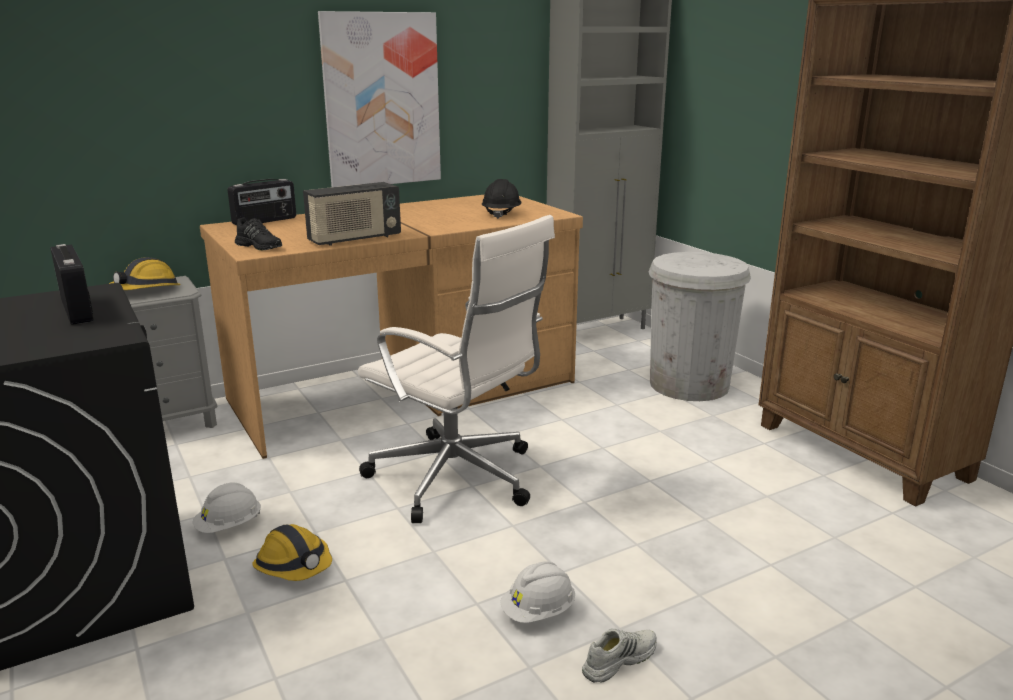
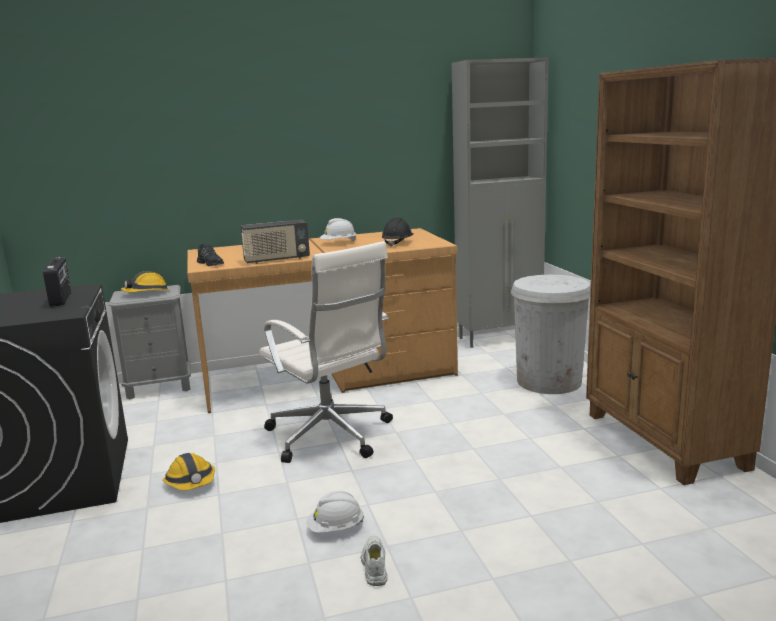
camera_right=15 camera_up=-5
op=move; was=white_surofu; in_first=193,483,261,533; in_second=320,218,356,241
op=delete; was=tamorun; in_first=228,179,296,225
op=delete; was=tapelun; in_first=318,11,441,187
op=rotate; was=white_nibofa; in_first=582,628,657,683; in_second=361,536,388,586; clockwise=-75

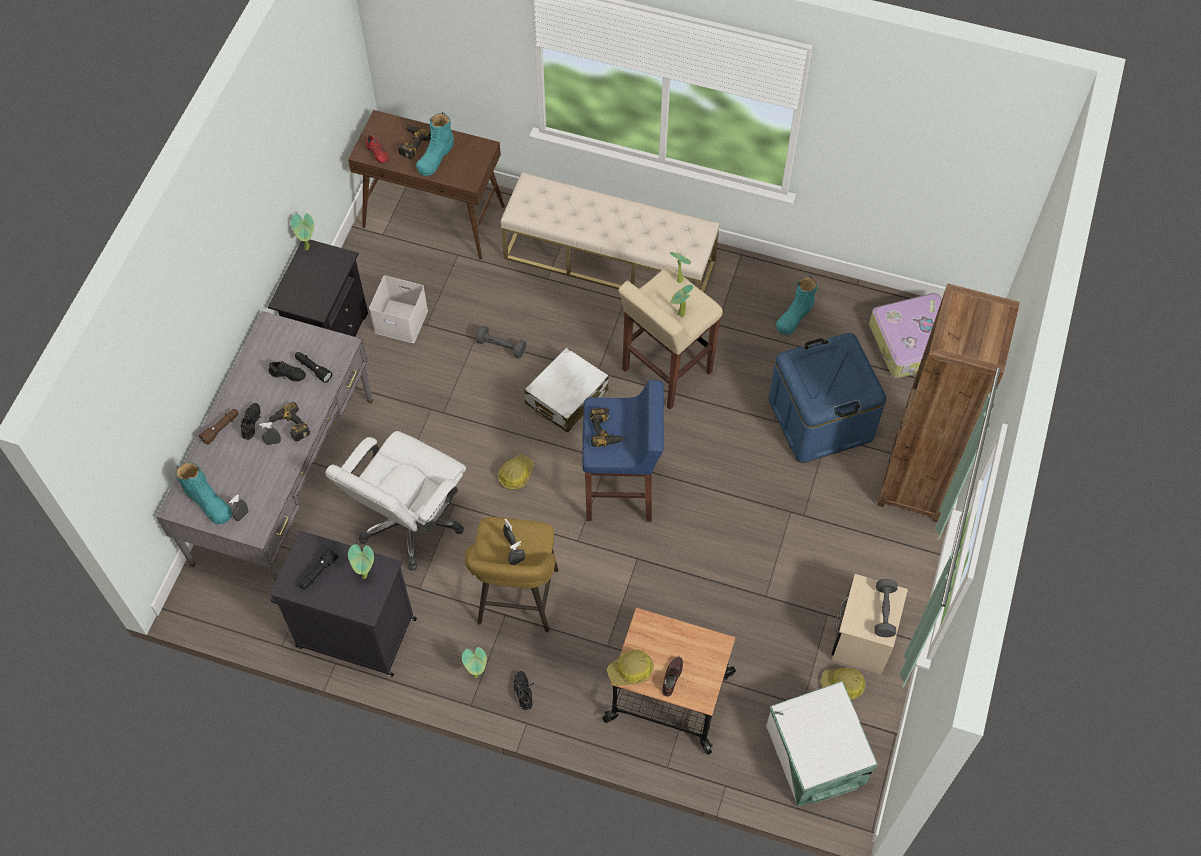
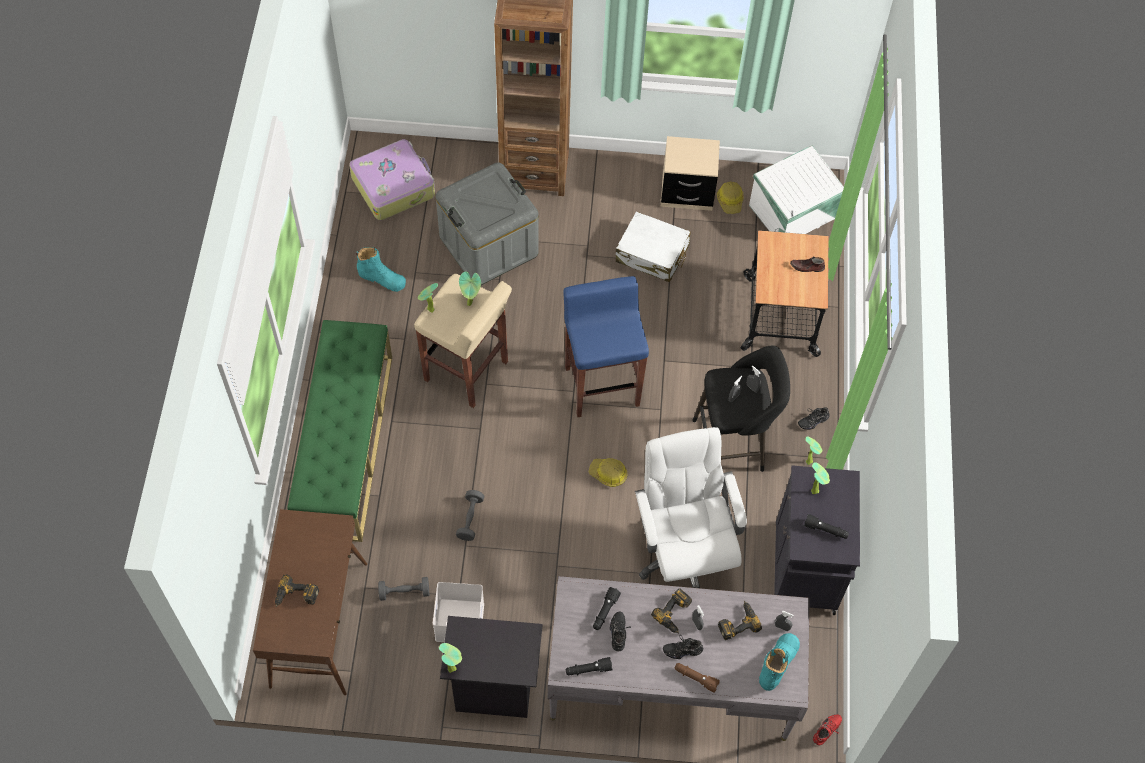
camera_right=-105 camera_up=0
op=rotate; was=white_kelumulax; in_first=325,431,466,571; in_second=635,427,747,588; clockwise=-120
op=move; was=red_nibofa; in_first=366,134,389,164; in_second=813,714,842,745
op=delete; was=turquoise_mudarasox; in_first=416,112,454,176
op=recolor; was=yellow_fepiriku; now=black_fepiriku; in_first=465,517,558,632; in_second=692,346,790,472
op=recolor; was=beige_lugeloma; now=green_lugeloma; in_first=501,172,719,292; in_second=287,320,392,542
op=move; was=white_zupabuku; in_first=525,348,609,433; in_second=616,212,691,282
op=move; was=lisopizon; in_first=590,407,625,447; in_second=718,601,762,640
op=delete; was=surofu; in_first=607,649,654,686
op=recolor; was=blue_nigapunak; now=grey_nigapunak; in_first=768,333,886,463; in_second=436,162,538,285
op=move; was=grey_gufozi; in_first=874,579,898,637; in_second=378,577,429,601
op=insert; now=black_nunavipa; in_second=565,657,613,676

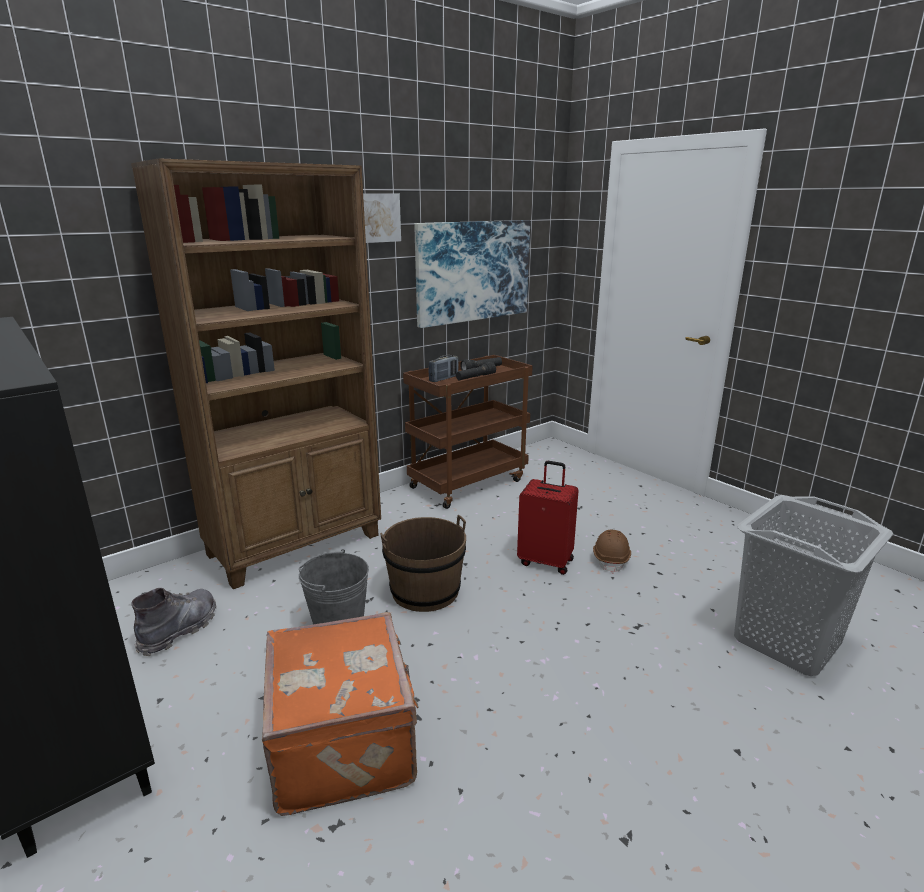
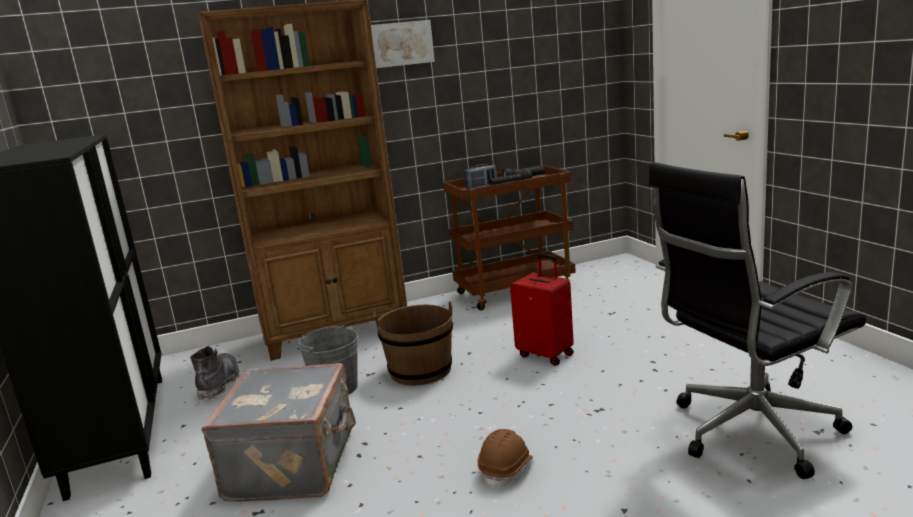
camera_right=20 camera_up=-5
op=rotate; was=grey_mudarasox; in_first=131,588,217,656; in_second=190,346,239,400; clockwise=-45
op=recolor; was=orange_zupabuku; now=grey_zupabuku; in_first=262,612,419,816; in_second=201,363,356,502
op=delete; was=tapelun; in_first=414,220,530,328
op=move; was=brown_surofu; in_first=593,530,631,574; in_second=477,429,533,489
op=replace; was=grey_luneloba; now=black_kelumulax; in_first=734,495,894,676; in_second=648,162,866,479

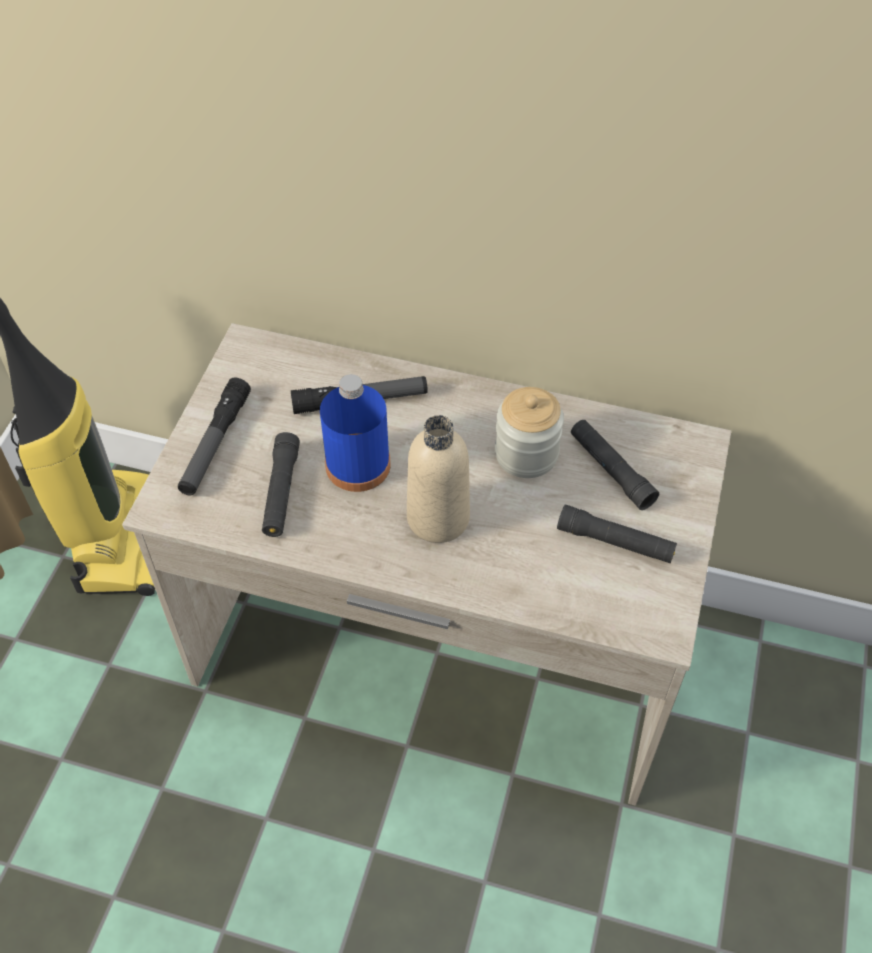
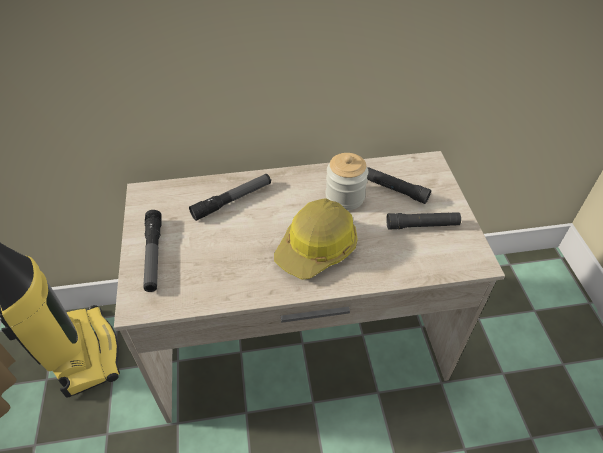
camera_right=-25 camera_up=-5
op=delete; was=black_nunavipa; in_first=262,432,300,537
op=delete; was=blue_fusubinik; in_first=320,374,391,492
op=replace; was=beige_fusubinik; now=surofu; in_first=407,415,470,543; in_second=274,198,357,280

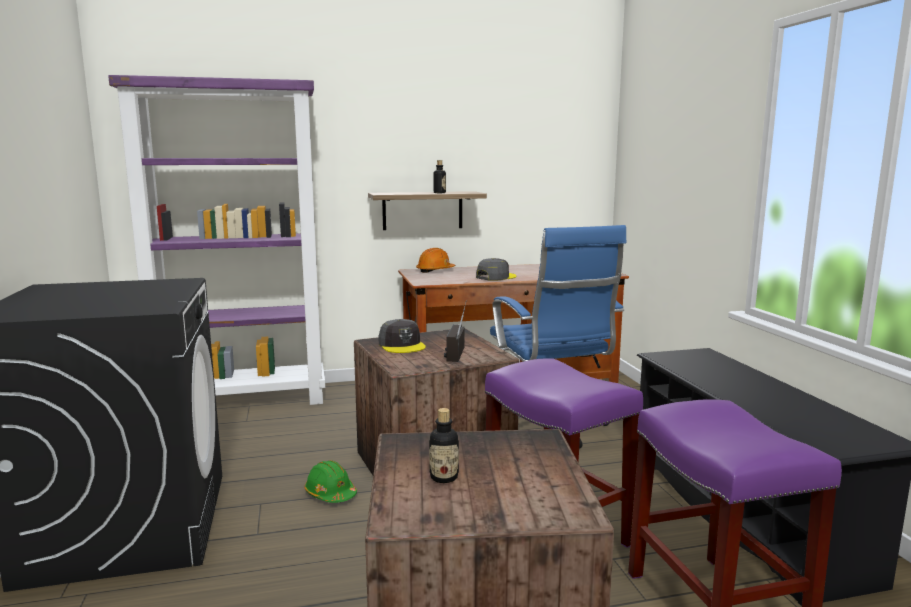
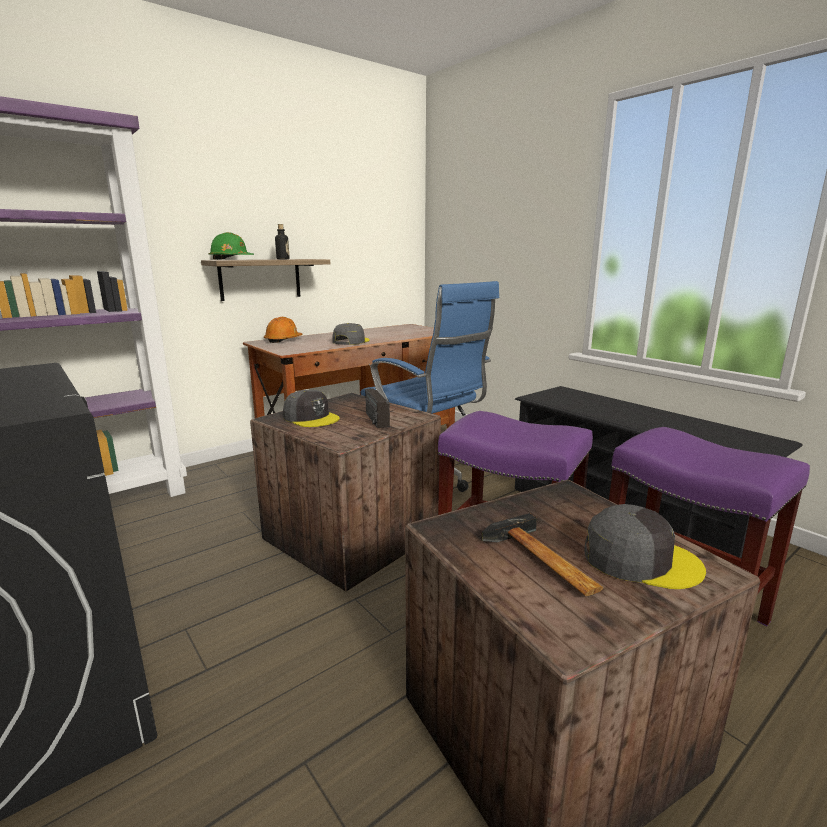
camera_right=-25 camera_up=5
op=move; was=green_surofu; in_first=304,460,357,503; in_second=208,232,254,260
op=replace; was=fusubinik; now=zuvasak; in_first=429,408,459,483; in_second=482,513,603,596
op=insert; now=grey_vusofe; in_second=584,504,706,589

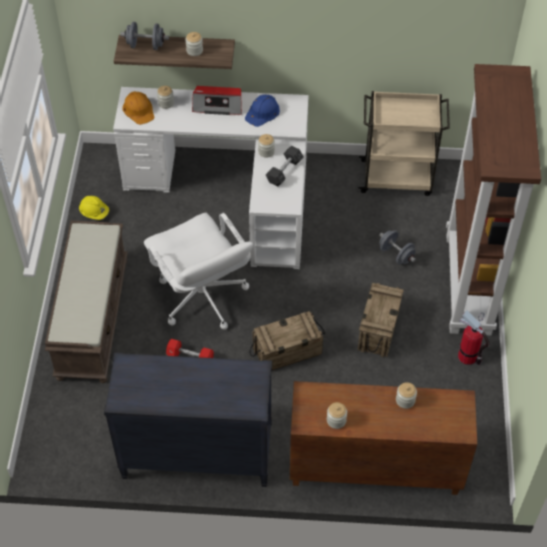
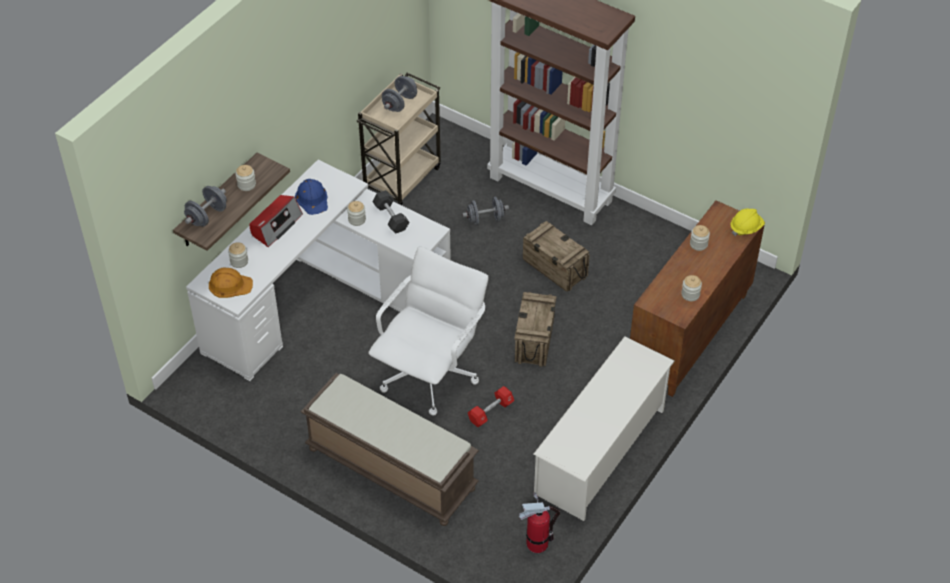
camera_right=-60 camera_up=-5
op=move; was=yellow_surofu; in_first=79,196,109,220; in_second=731,208,765,236
op=replace; was=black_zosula; now=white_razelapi; in_first=104,352,272,487; in_second=534,336,675,521
op=rotate; was=white_kelumulax; in_first=144,213,253,330; in_second=368,247,489,416; clockwise=-60
op=move; was=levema; in_first=458,310,490,365; in_second=519,493,560,553
op=insert; now=grey_gufozi; in_second=382,76,417,112

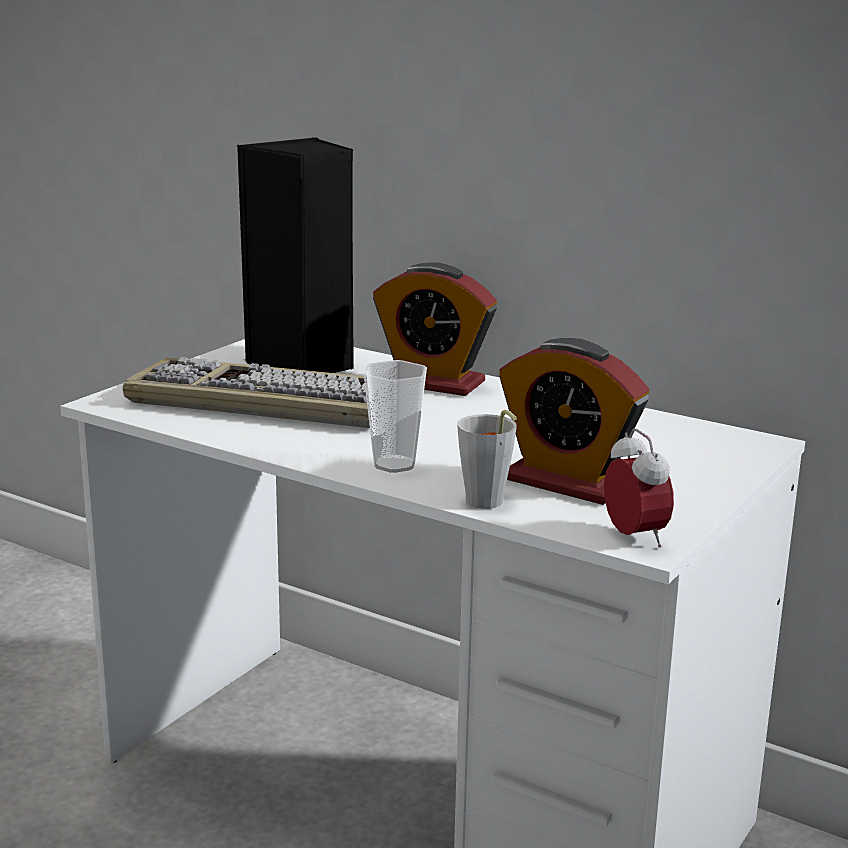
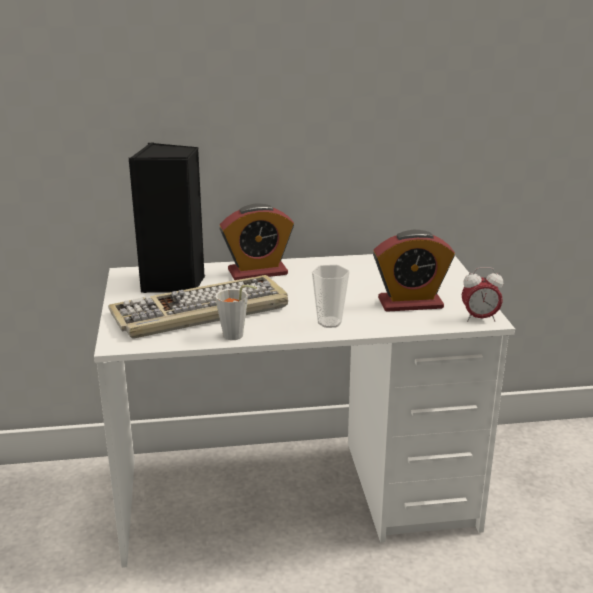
camera_right=-40 camera_up=5
op=move; was=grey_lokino; in_first=457,410,517,509; in_second=215,285,257,340
op=rotate; was=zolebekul; in_first=604,429,674,548; in_second=462,268,503,322; clockwise=150

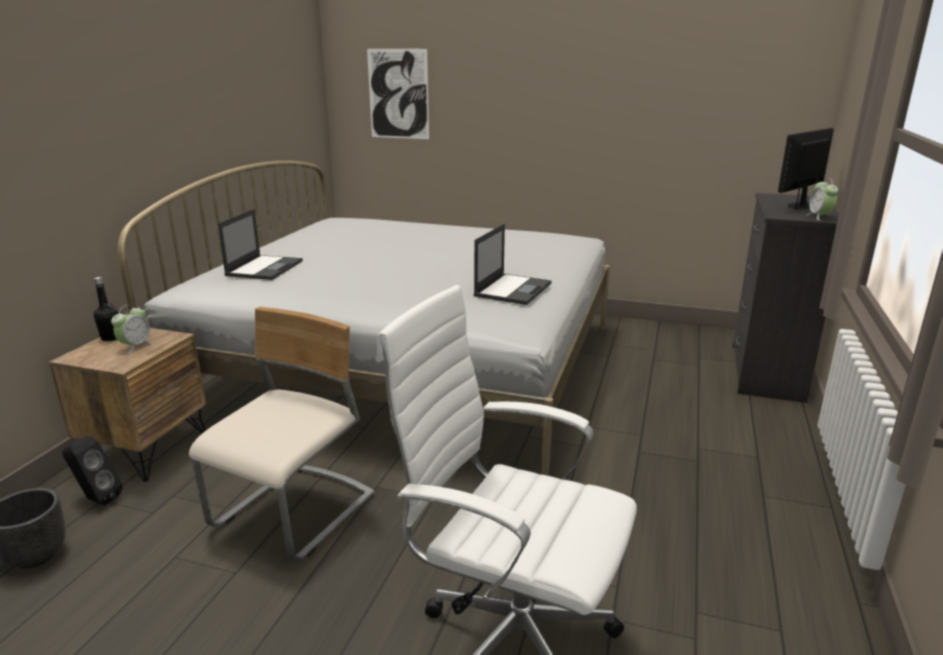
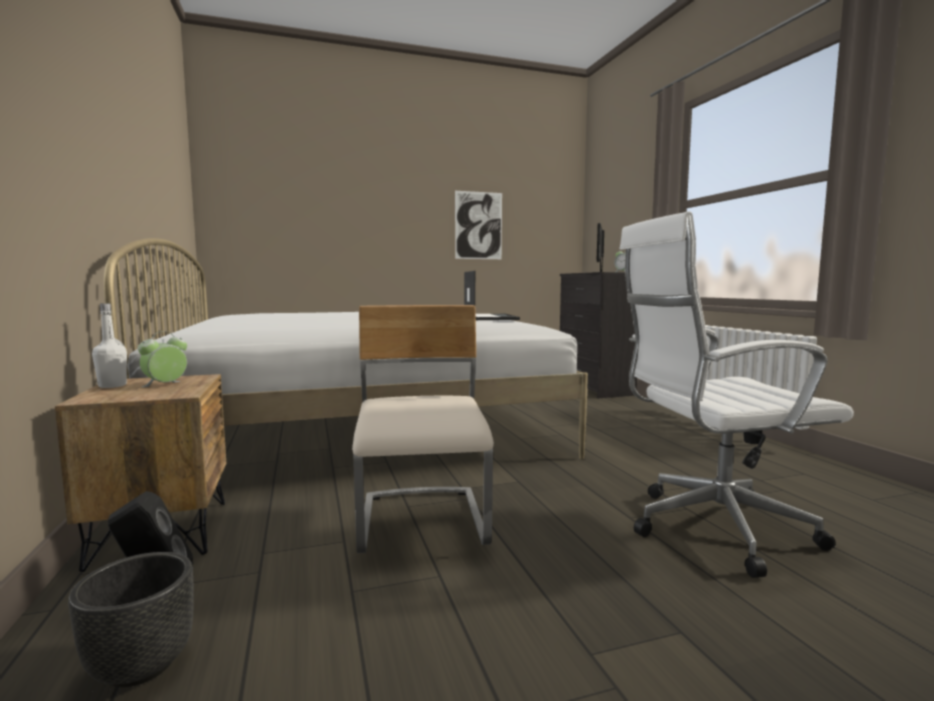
camera_right=-35 camera_up=-15
op=recolor; was=black_fusubinik; now=white_fusubinik; in_first=93,277,119,341; in_second=92,303,127,388
op=rotate; was=zolebekul; in_first=111,305,153,354; in_second=138,331,187,387; clockwise=-135
op=delete; was=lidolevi; in_first=218,209,303,280
op=move; was=tapelun; in_first=367,49,429,139; in_second=455,191,502,259

